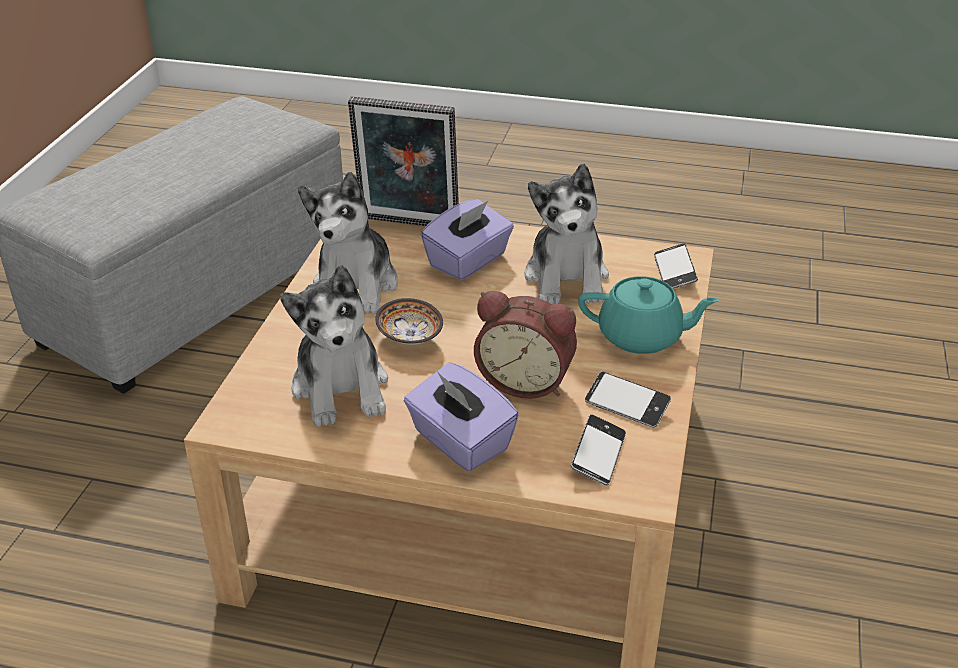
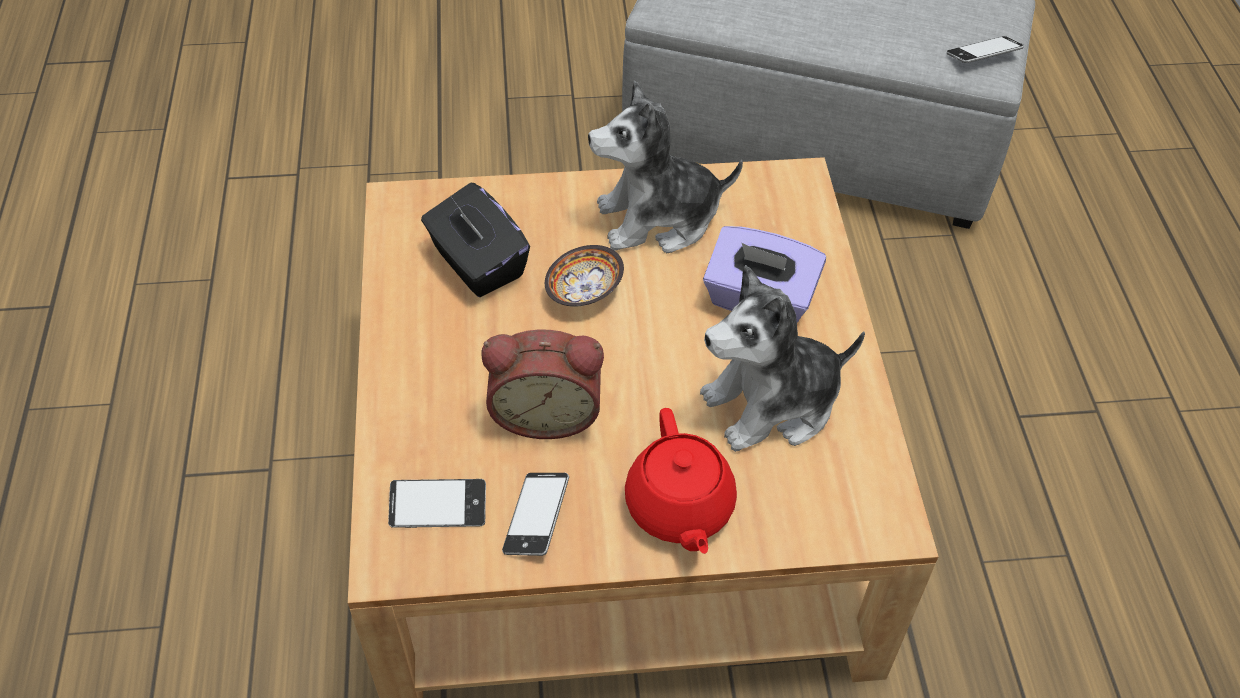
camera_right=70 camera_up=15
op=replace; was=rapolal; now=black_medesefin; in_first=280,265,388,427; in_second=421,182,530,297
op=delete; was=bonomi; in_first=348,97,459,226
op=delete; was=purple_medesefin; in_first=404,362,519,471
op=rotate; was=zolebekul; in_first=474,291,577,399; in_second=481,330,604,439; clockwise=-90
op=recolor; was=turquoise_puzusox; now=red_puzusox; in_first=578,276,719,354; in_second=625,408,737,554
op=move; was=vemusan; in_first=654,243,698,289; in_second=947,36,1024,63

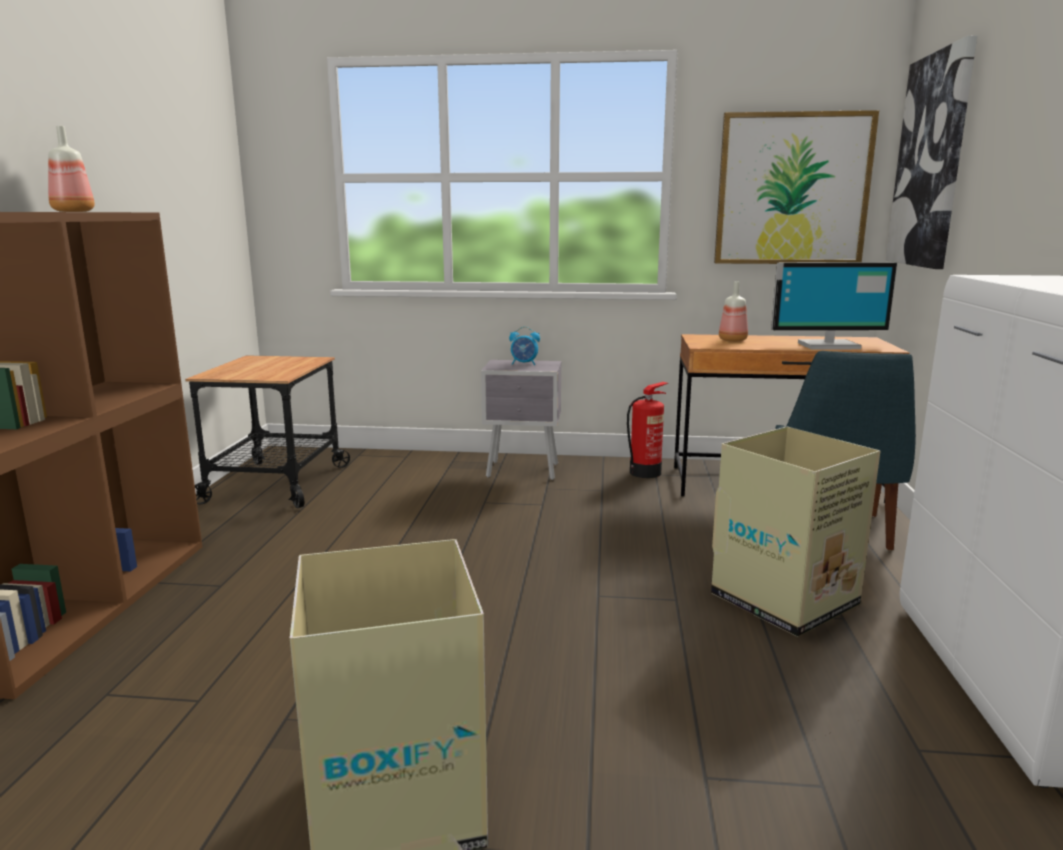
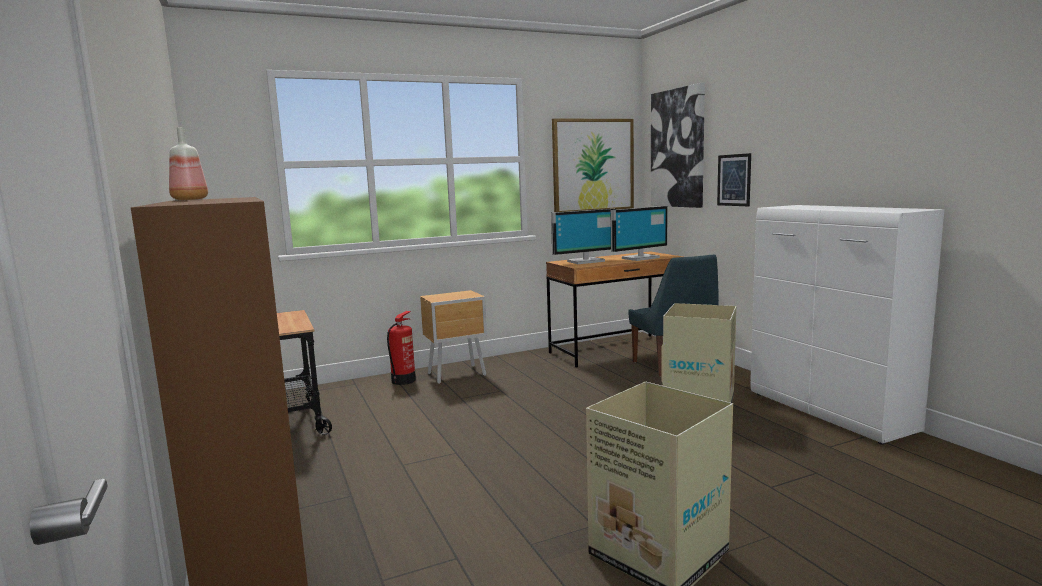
camera_right=-30 camera_up=-5
op=recolor; was=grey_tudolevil; now=brown_tudolevil; in_first=481,360,561,480; in_second=420,290,487,384
op=delete; was=zolebekul; in_first=509,327,540,365
op=move; was=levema; in_first=627,382,668,478; in_second=387,311,416,385
op=replace; was=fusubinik; now=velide; in_first=719,282,748,342; in_second=551,209,617,264
op=insert; now=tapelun; in_second=717,153,751,206

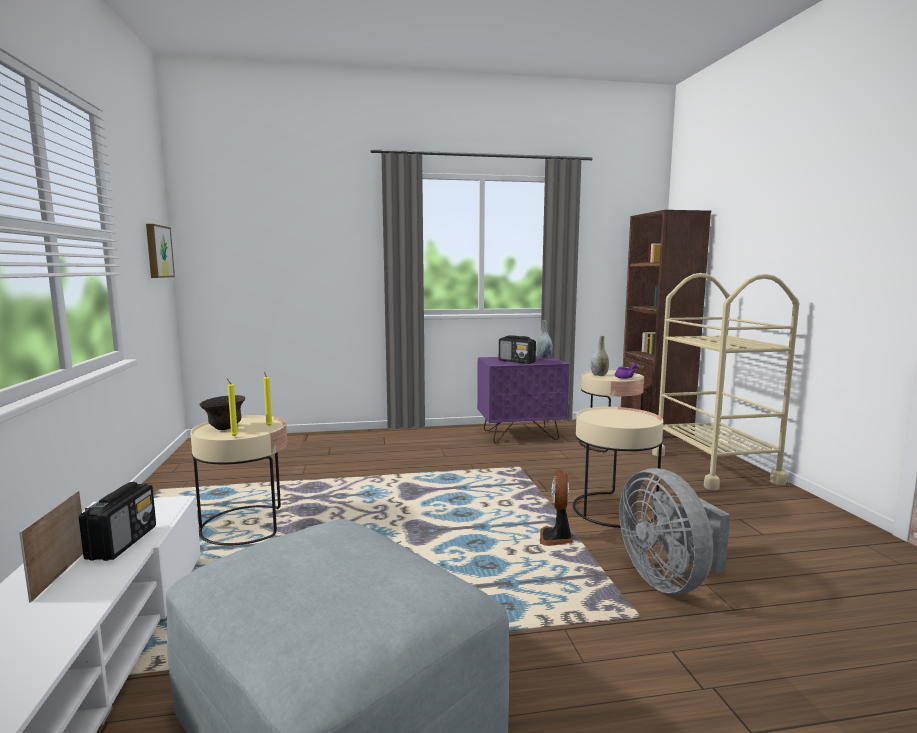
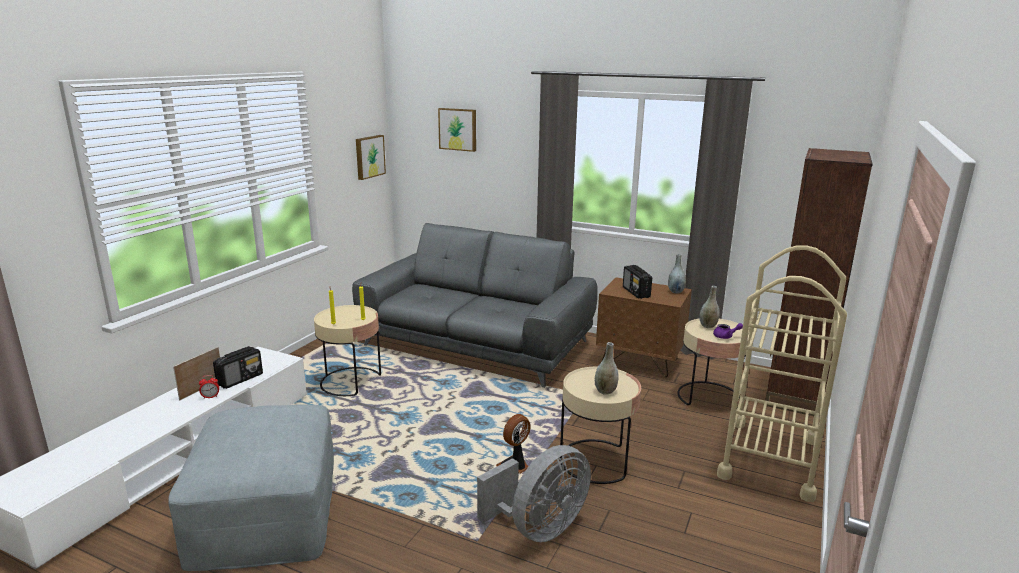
camera_right=35 camera_up=10
op=delete; was=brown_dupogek; in_first=200,395,245,430
op=recolor; was=purple_tudolevil; now=brown_tudolevil; in_first=477,356,569,443; in_second=596,277,692,377
op=rotate; was=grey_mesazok; in_first=619,468,730,594; in_second=477,445,591,542; clockwise=-150
op=insert; now=zolebekul; in_second=199,375,219,399
op=insert; now=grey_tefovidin; in_second=352,223,598,388
op=insert; now=tapelun; in_second=438,108,476,152
op=insert; now=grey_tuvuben; in_second=595,342,619,395

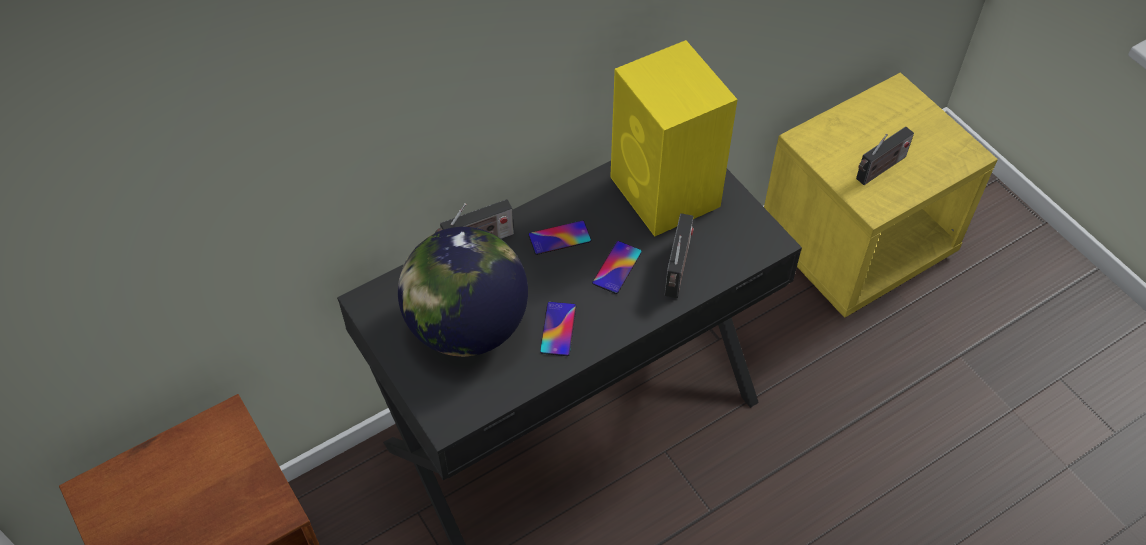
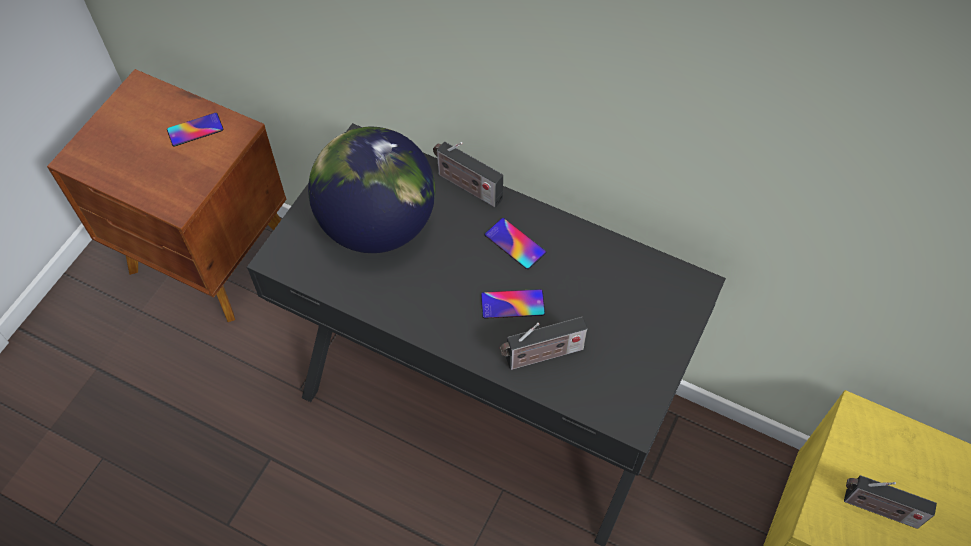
camera_right=60 camera_up=5
op=move; was=vemusan; in_first=540,302,576,356; in_second=167,113,223,147
op=delete; was=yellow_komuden; in_first=610,40,738,237

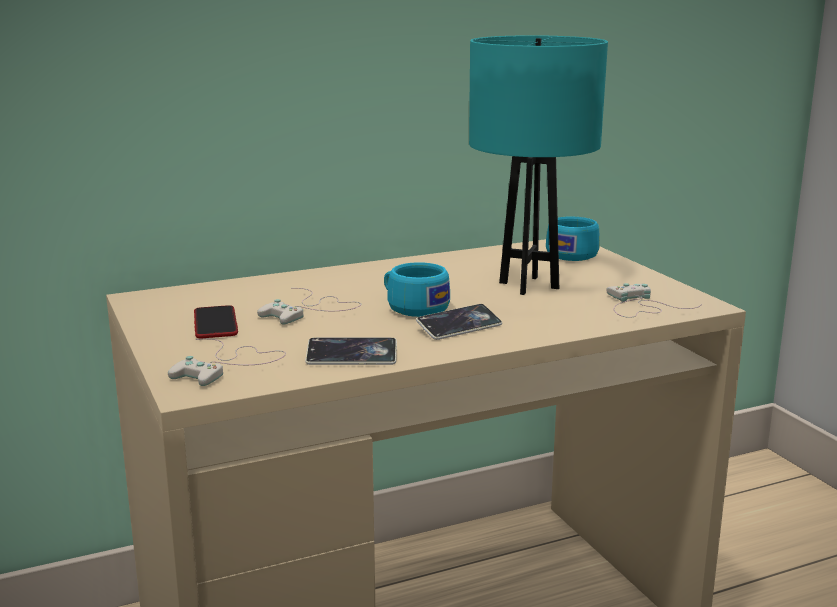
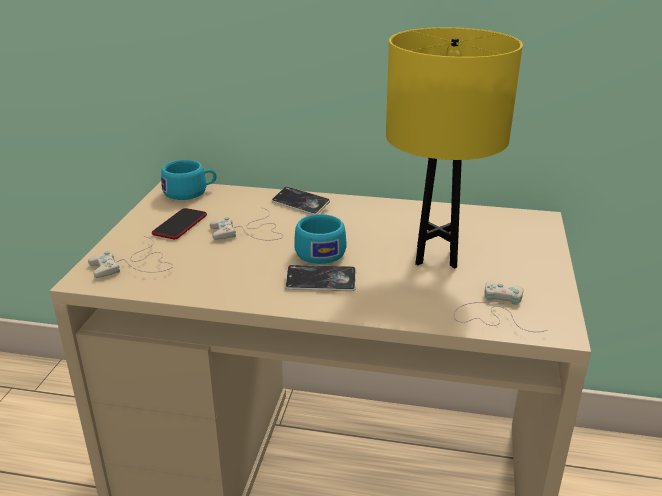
camera_right=35 camera_up=10
op=move; was=vemusan; in_first=305,338,397,365; in_second=272,186,330,215
op=recolor; was=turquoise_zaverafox; now=yellow_zaverafox; in_first=469,35,608,295; in_second=386,27,523,268
op=move; was=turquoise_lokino; in_first=546,217,600,261; in_second=161,160,217,200

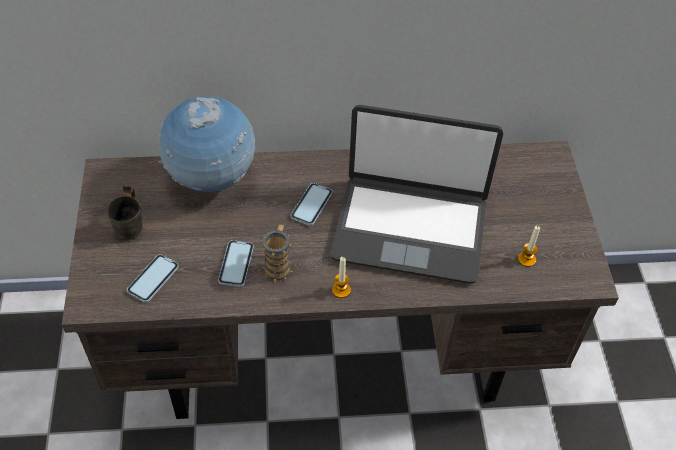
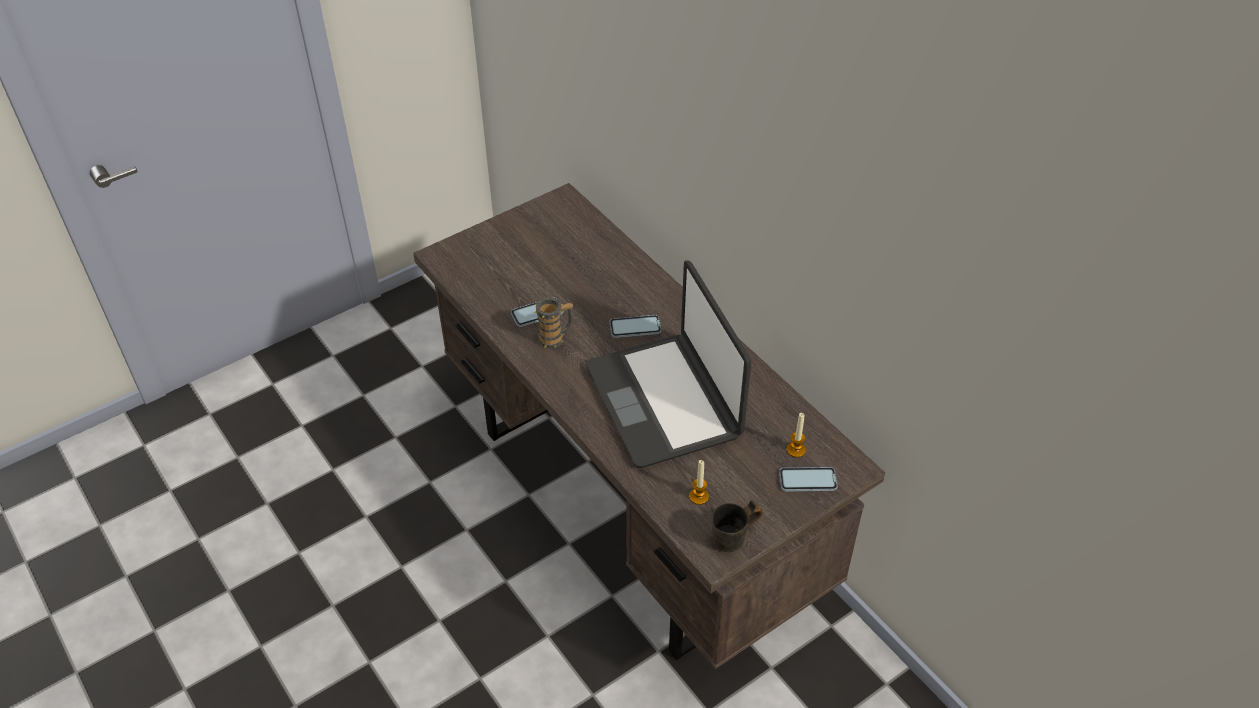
camera_right=60 camera_up=-5
op=move; was=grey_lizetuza; in_first=107,186,143,240; in_second=711,500,763,552
op=move; was=vemusan; in_first=127,254,179,303; in_second=779,467,838,492
op=delete; was=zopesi; in_first=158,96,255,192
op=move; was=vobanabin; in_first=332,257,351,298; in_second=787,413,806,457

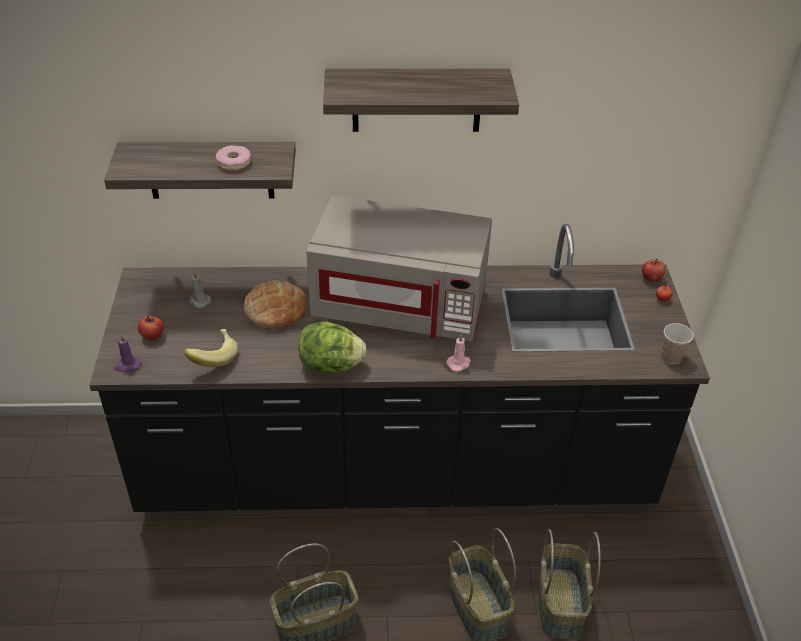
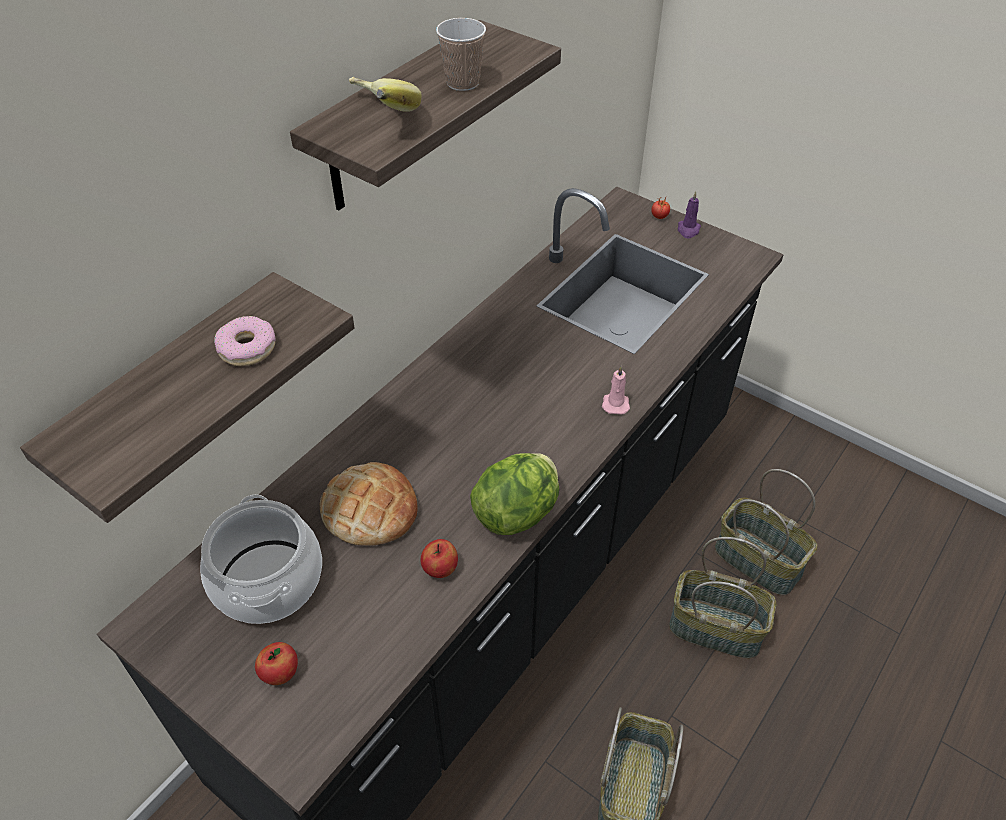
camera_right=-50 camera_up=5
op=move; was=purple_vobanabin; in_first=114,335,141,372; in_second=678,191,701,238
op=move; was=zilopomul; in_first=184,329,238,367; in_second=349,77,421,112
op=replace; was=grey_vobanabin; now=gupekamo; in_first=189,271,211,308; in_second=200,495,322,624
op=delete; was=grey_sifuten; in_first=306,196,492,341
op=move; was=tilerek; in_first=642,259,665,282; in_second=420,539,458,578
op=move; was=lokino; in_first=661,323,694,364; in_second=436,18,486,91

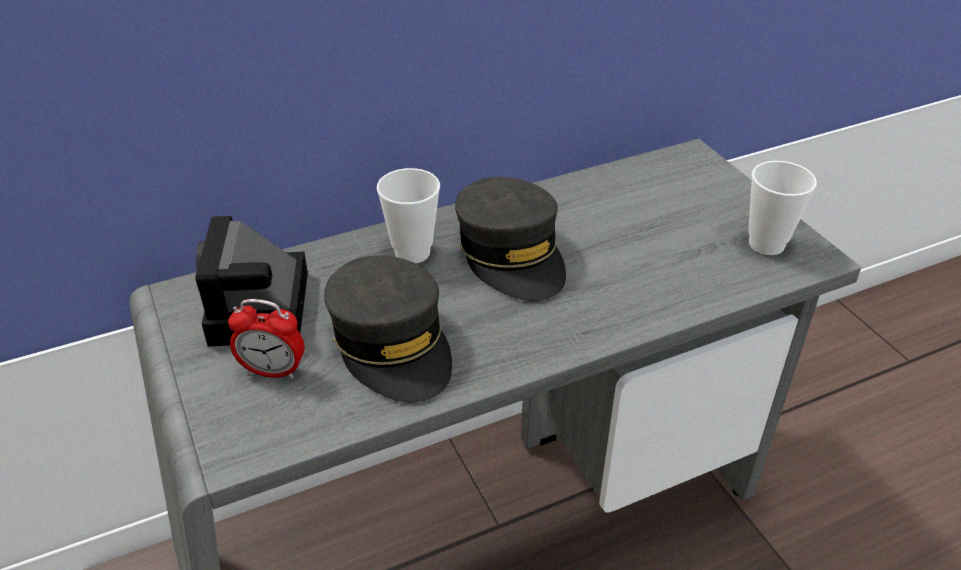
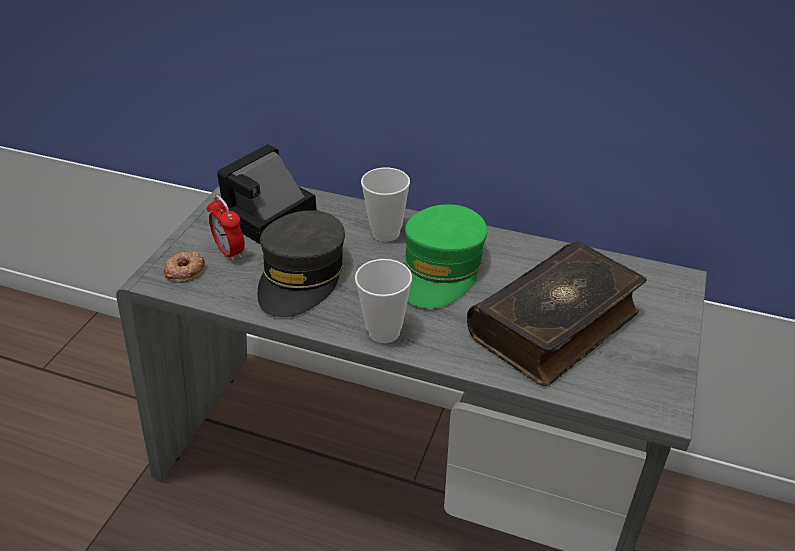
camera_right=45 camera_up=0
op=recolor; was=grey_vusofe; now=green_vusofe; in_first=455,177,566,301; in_second=403,204,487,309
op=move; was=lokino; in_first=749,161,817,255; in_second=355,259,412,343
op=insert; now=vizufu; in_second=164,251,205,283
op=insert; now=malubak; in_second=467,241,647,386

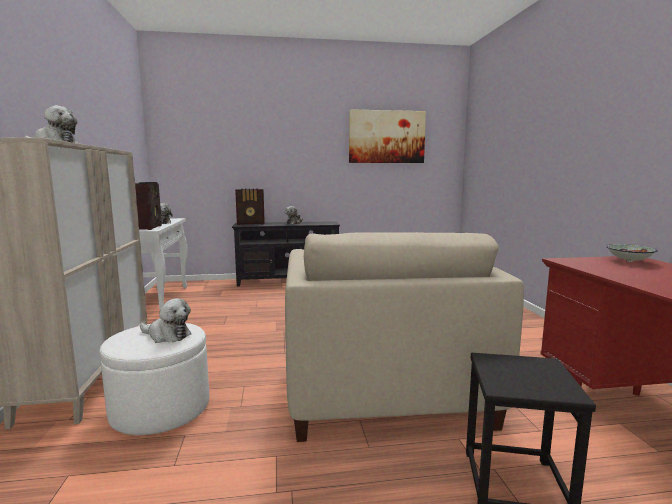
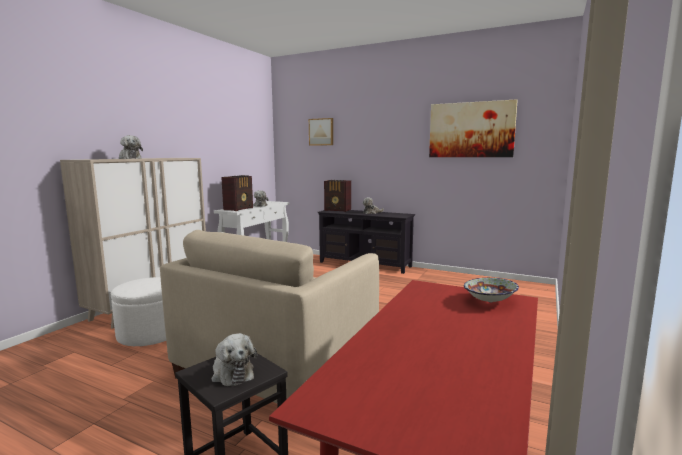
camera_right=35 camera_up=0
op=move; was=rapolal; in_first=140,298,191,343; in_second=212,333,257,386
op=insert; now=tapelun; in_second=309,118,333,146

